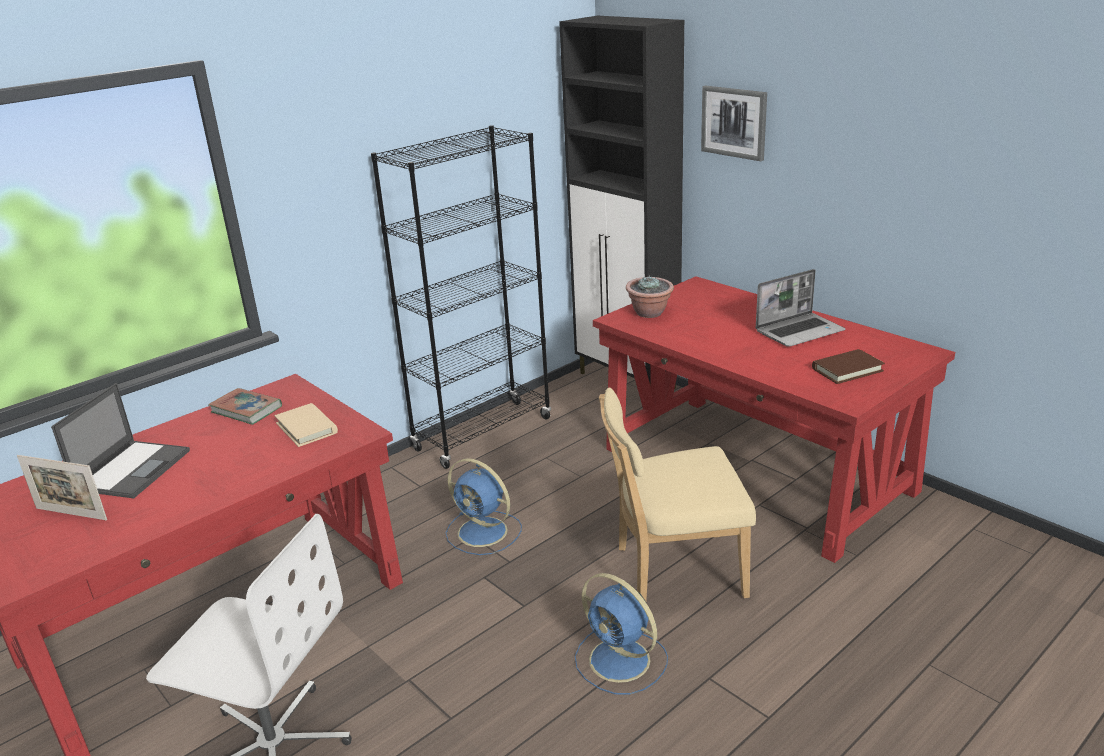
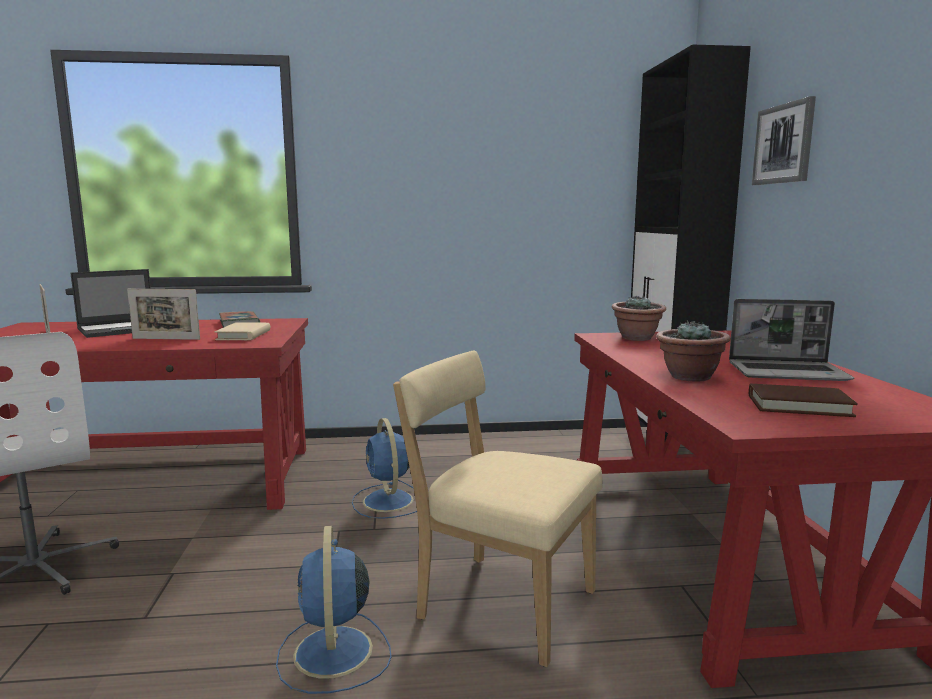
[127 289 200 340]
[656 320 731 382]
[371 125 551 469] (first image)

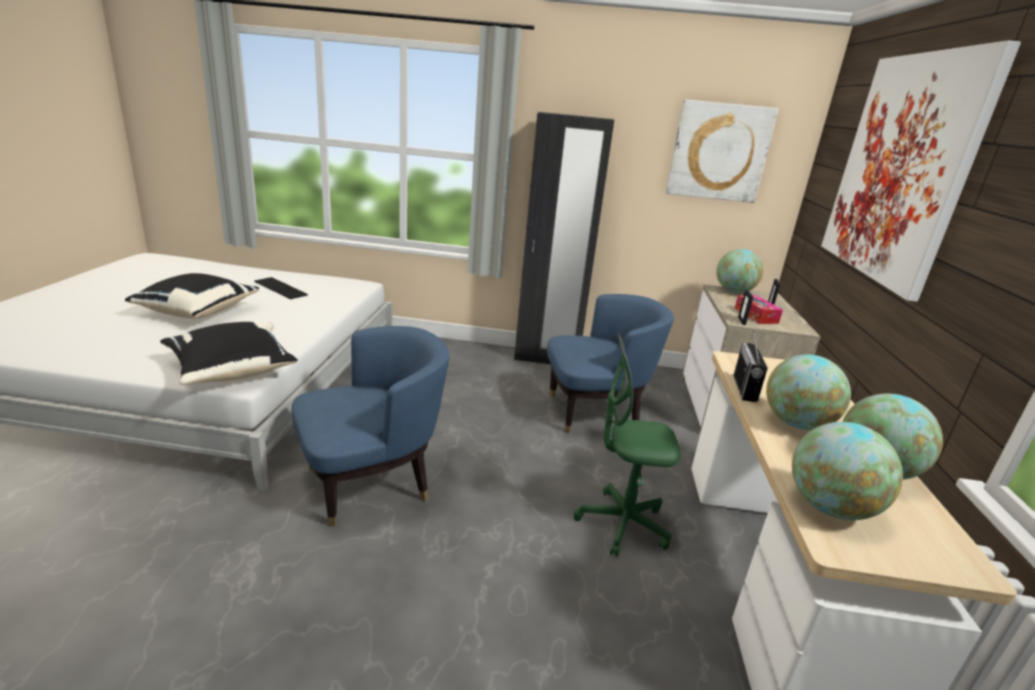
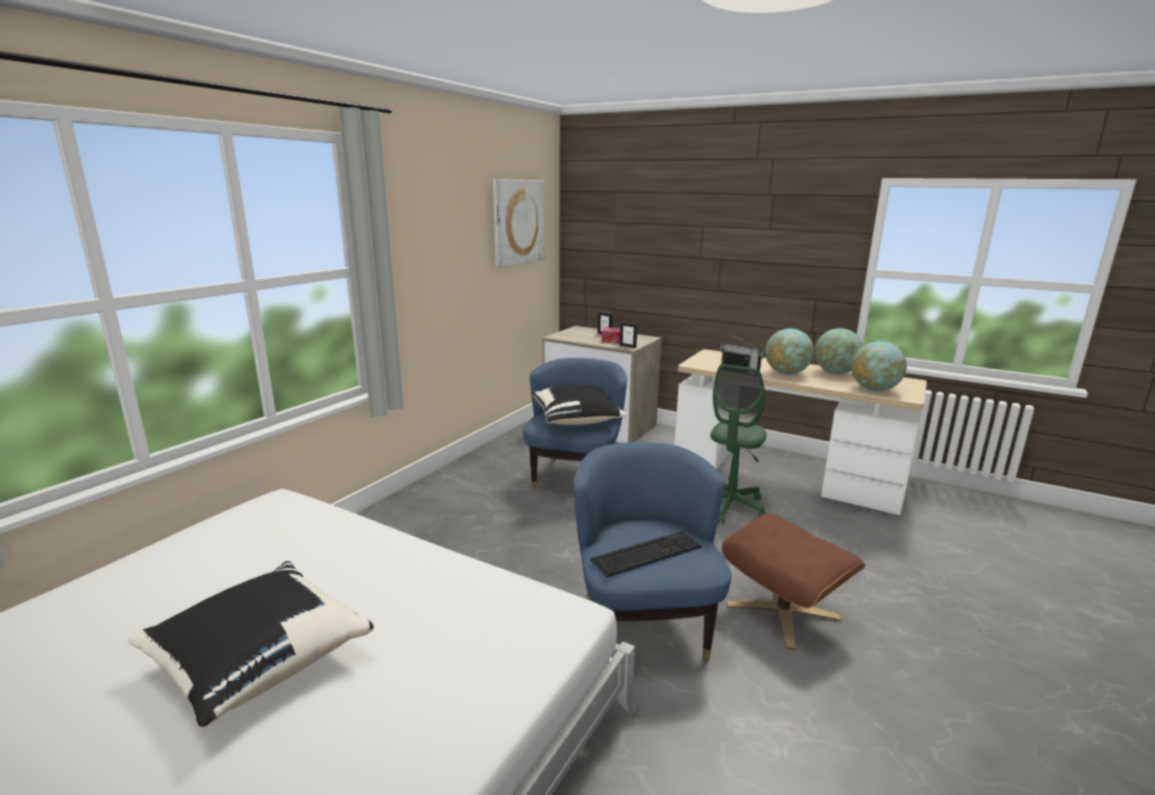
[533 384 626 425]
[590 531 701 578]
[722 513 865 650]
[514 112 614 364] (first image)
[716 249 763 293] (first image)
[821 40 1021 302] (first image)

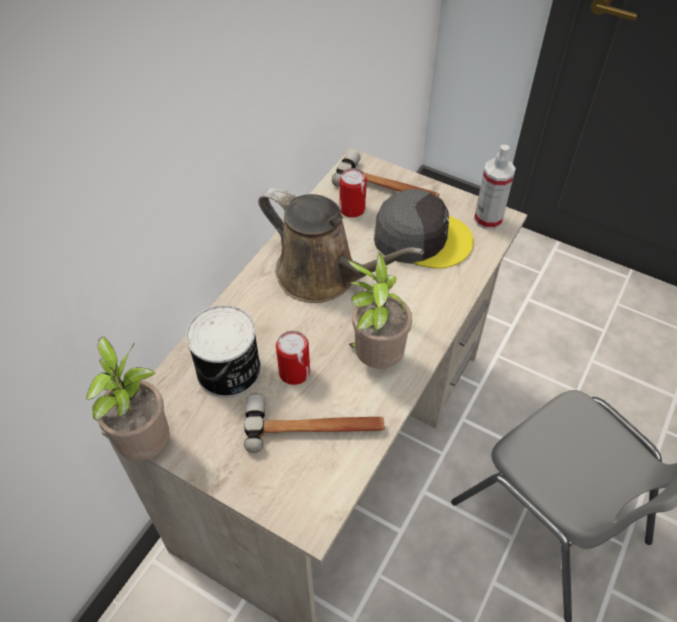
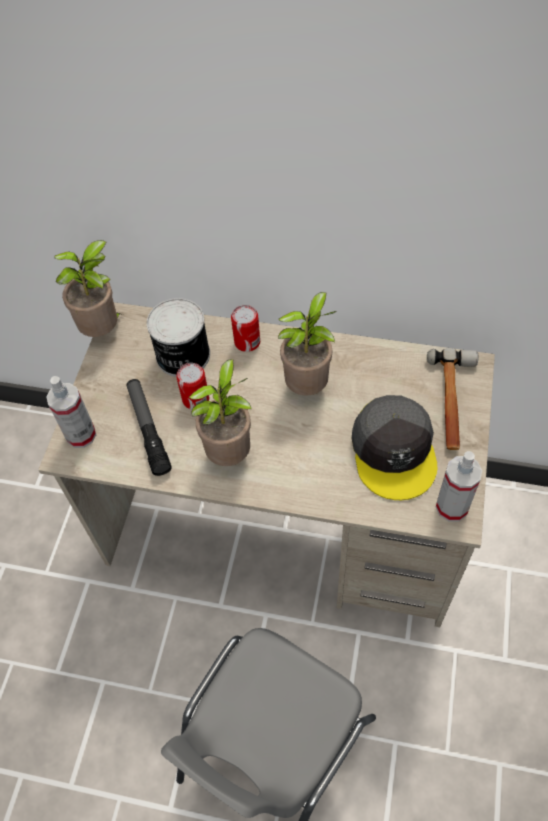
[46 376 96 448]
[126 379 172 476]
[231 305 260 352]
[278 292 336 396]

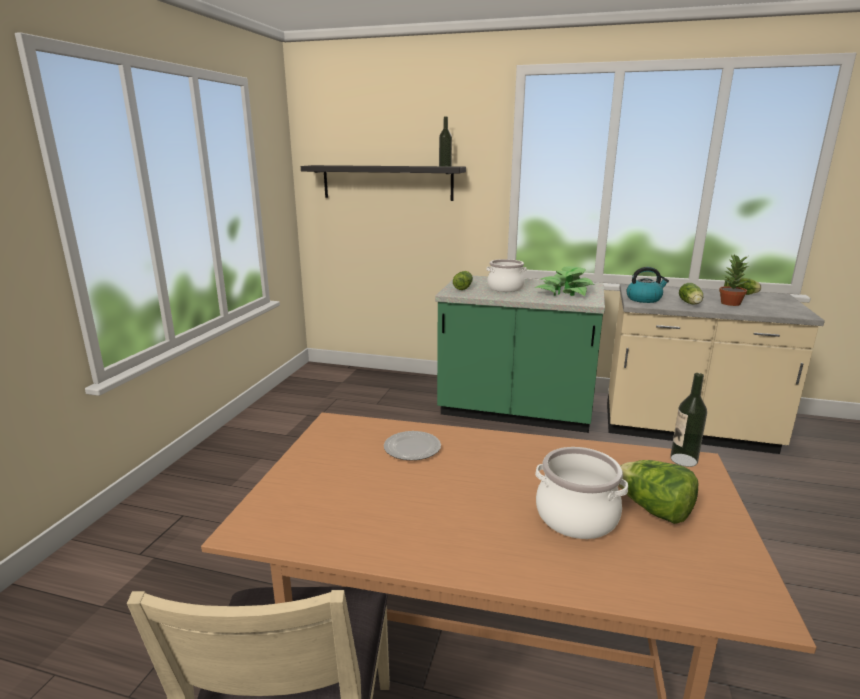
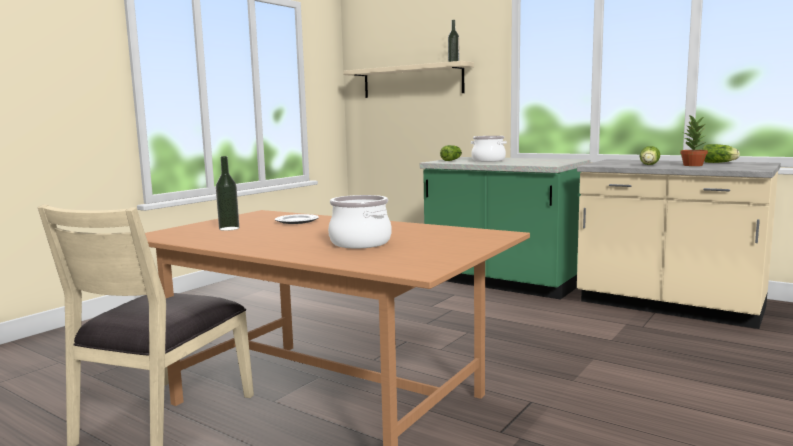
[216 156 239 231]
[343 61 474 98]
[535 266 596 296] (first image)
[618 460 698 524] (first image)
[626 267 669 303] (first image)

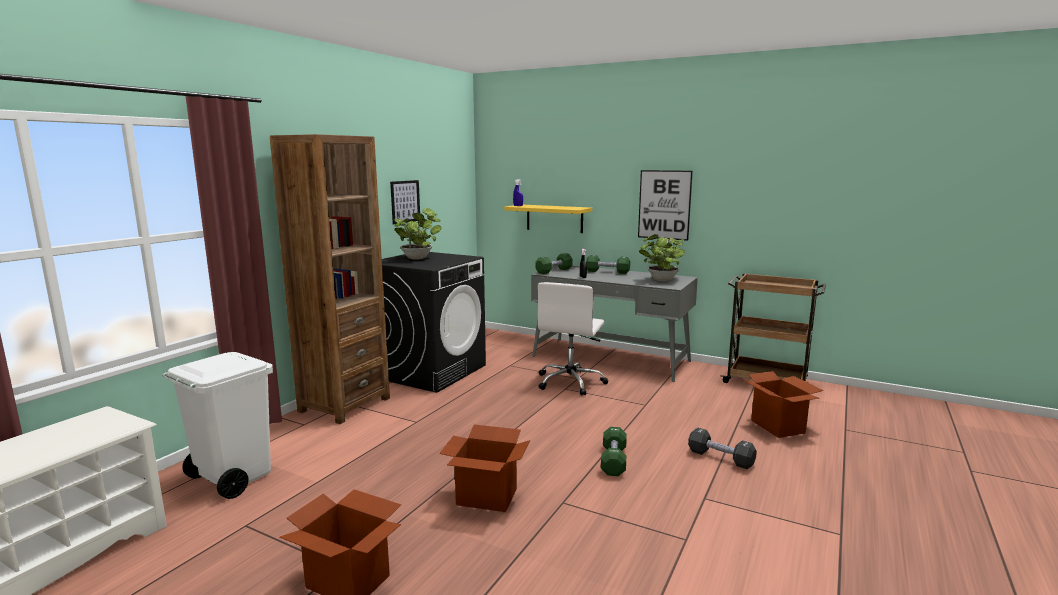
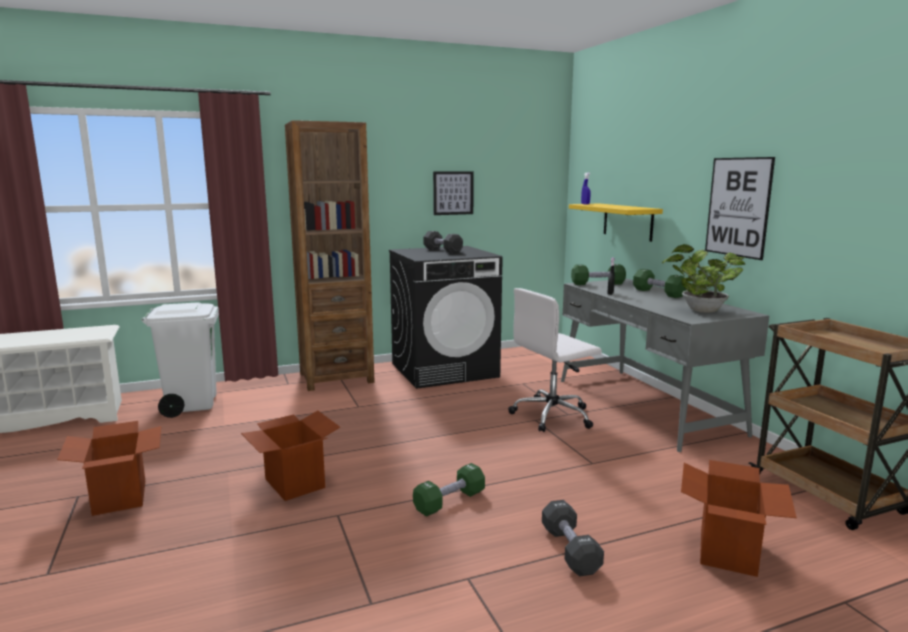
[423 231 463 253]

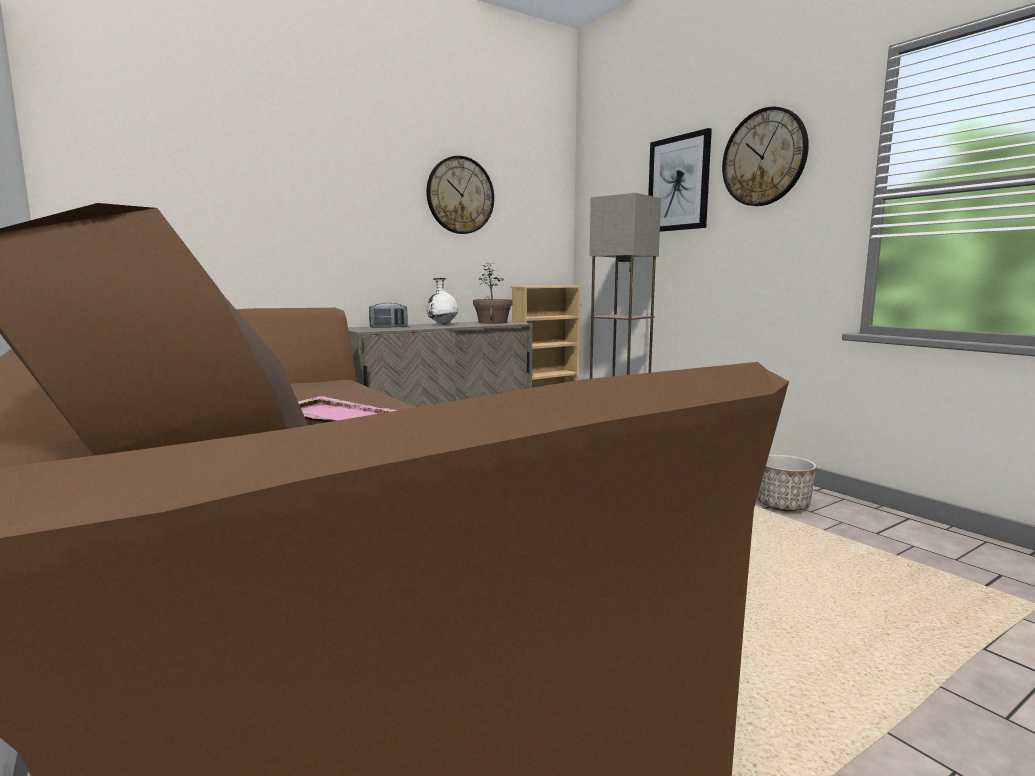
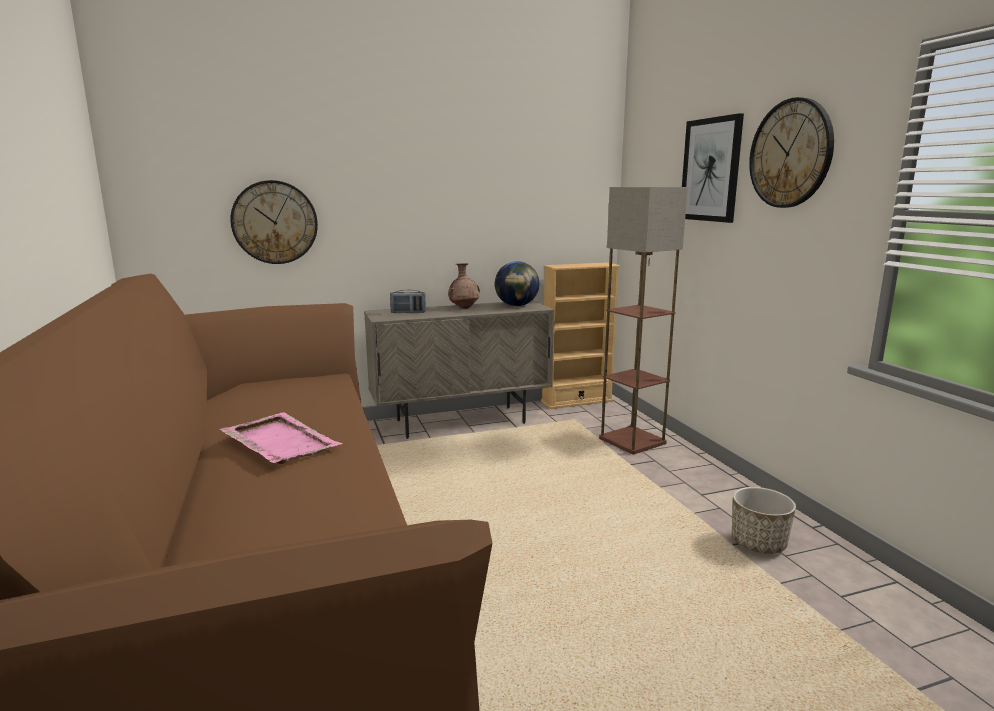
[230 180 318 264]
[448 263 480 309]
[495 261 539 306]

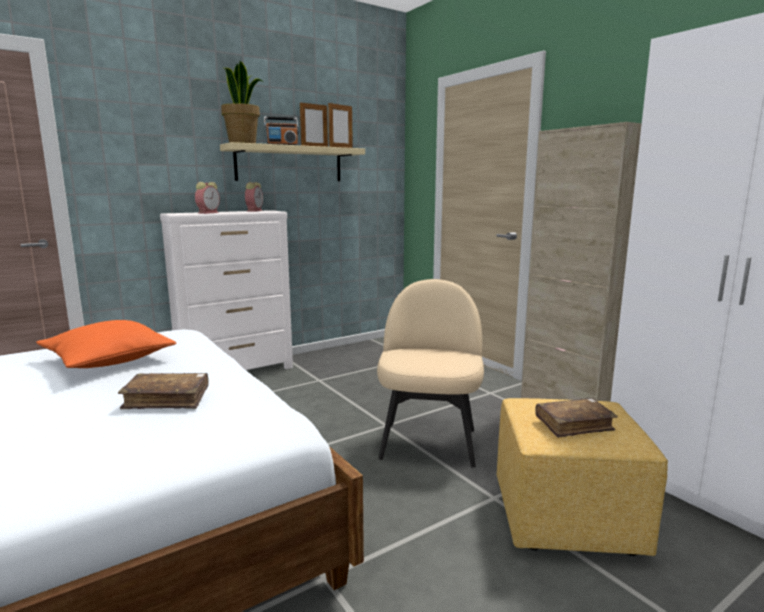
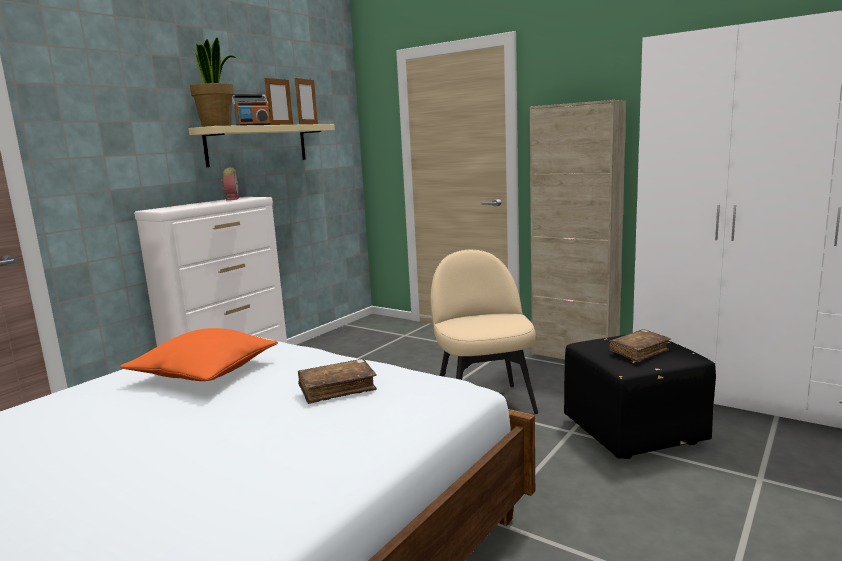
[564 335 716 459]
[195 182 220 214] (first image)

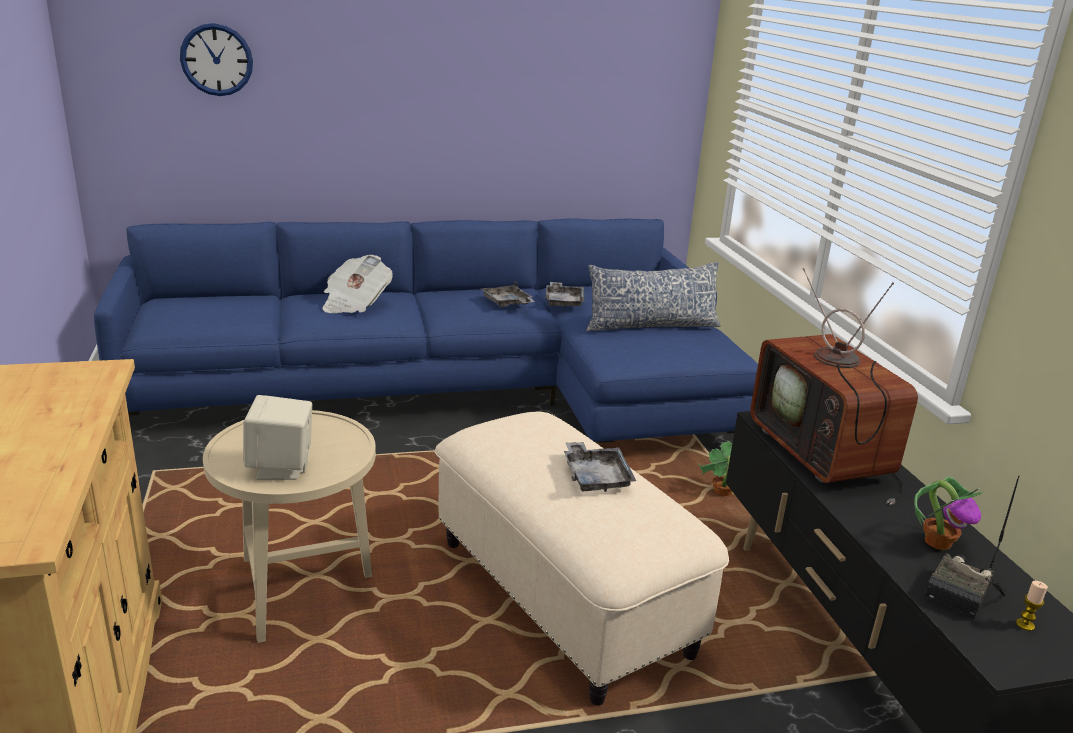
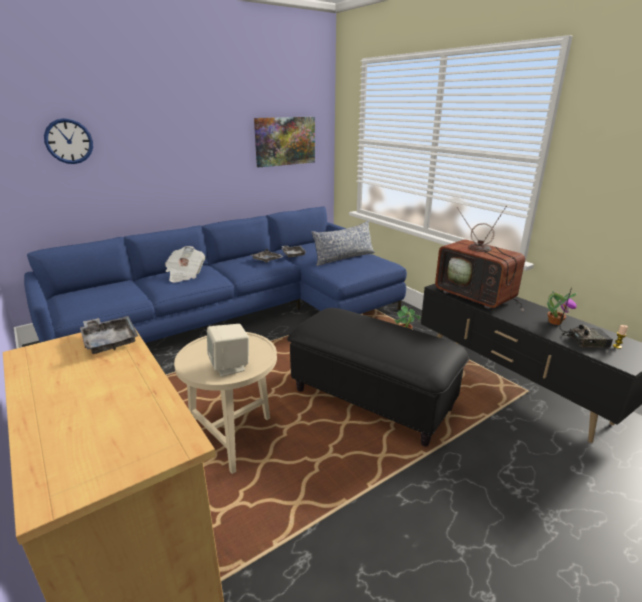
[80 316 138 354]
[254 117 315 167]
[287 308 469 446]
[560 287 613 348]

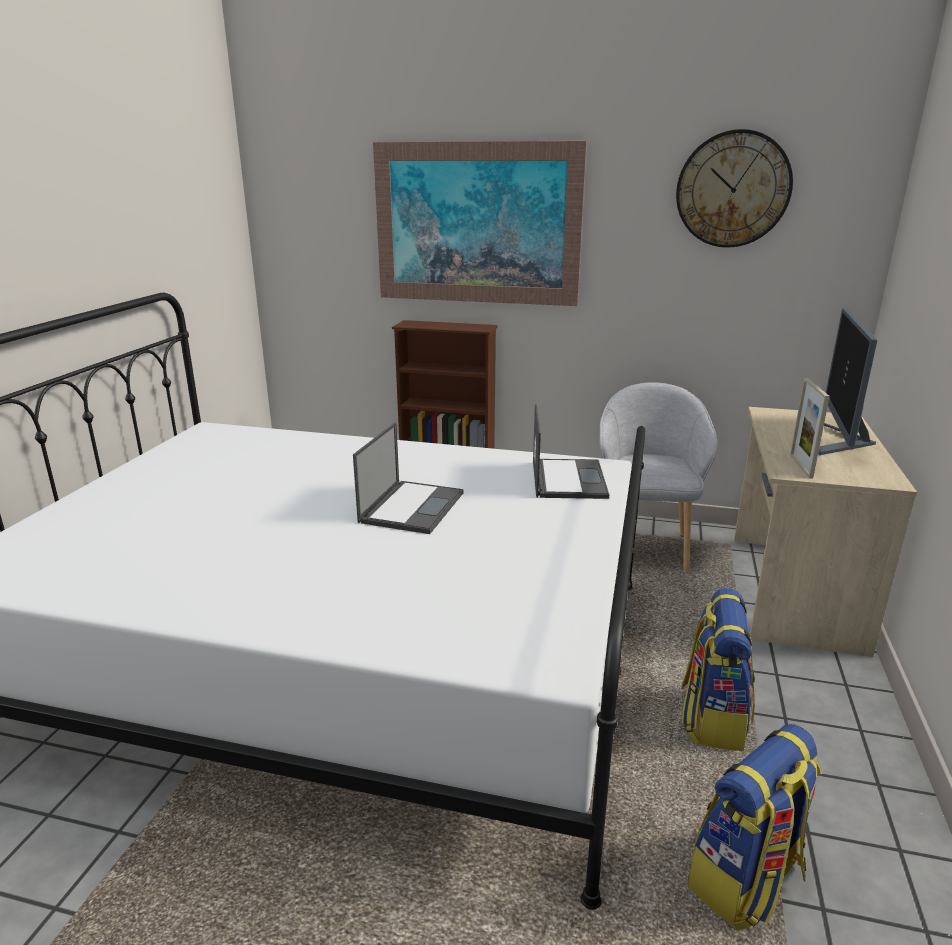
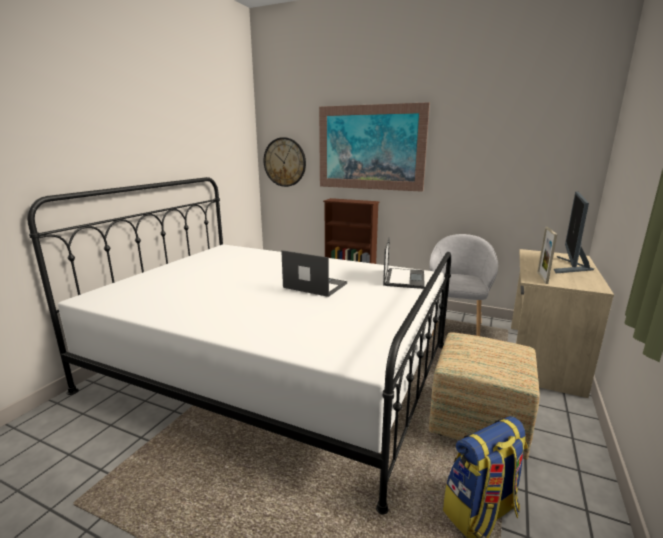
[263 137 306 187]
[281 250 347 297]
[429 332 540 460]

